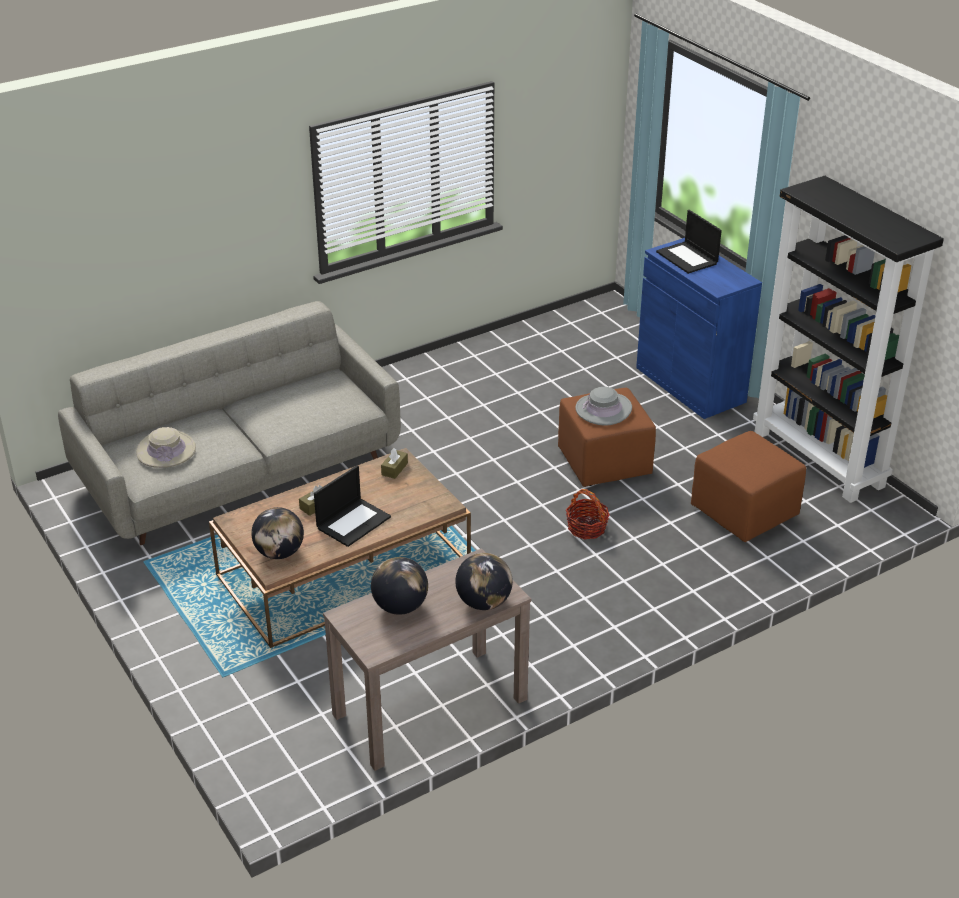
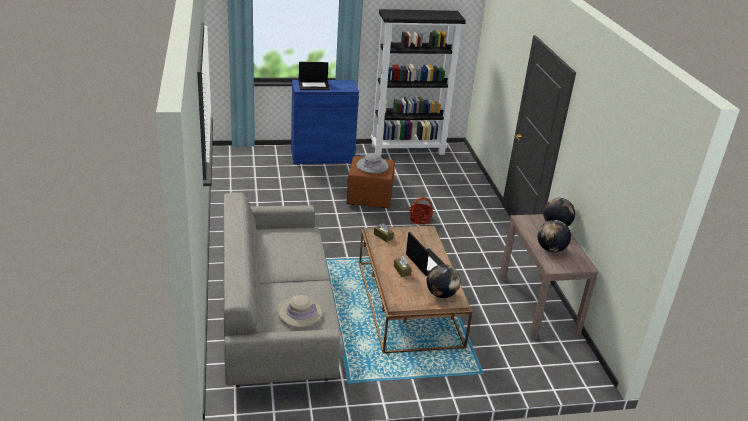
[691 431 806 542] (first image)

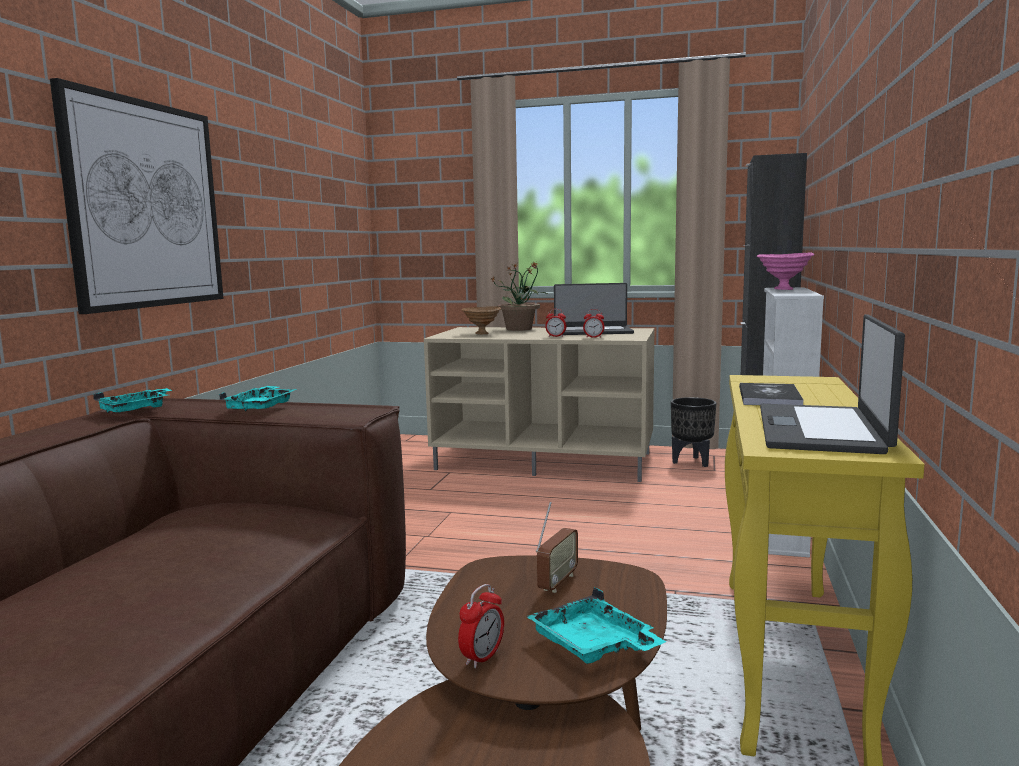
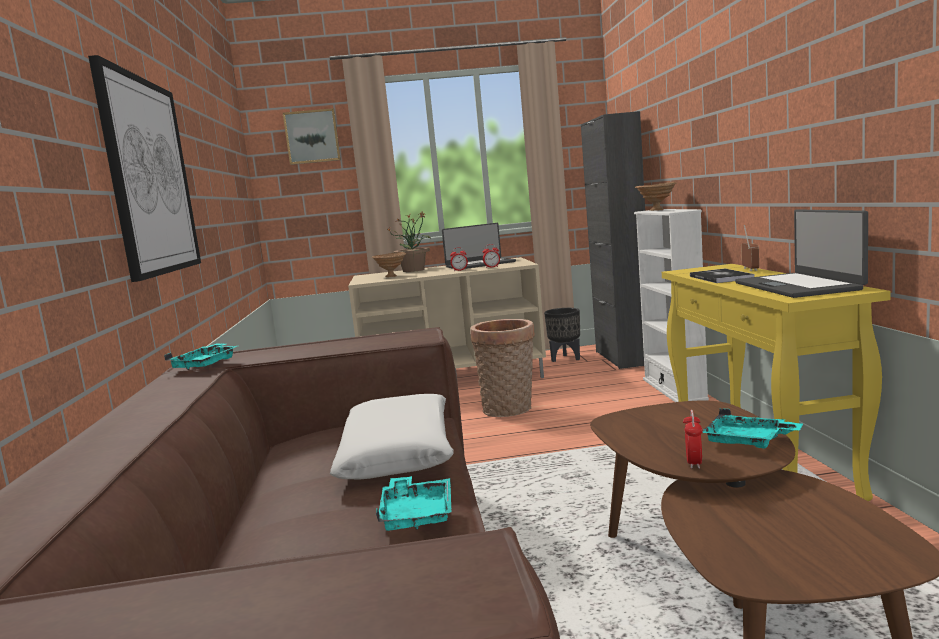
[283 108 341 165]
[330 394 454 479]
[376 476 452 531]
[470 319 535 417]
[635 182 677 211]
[741 225 759 271]

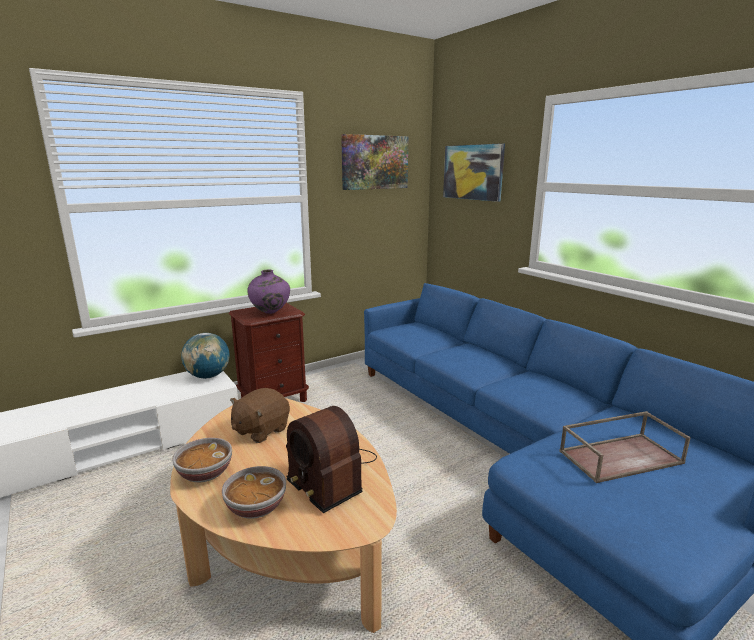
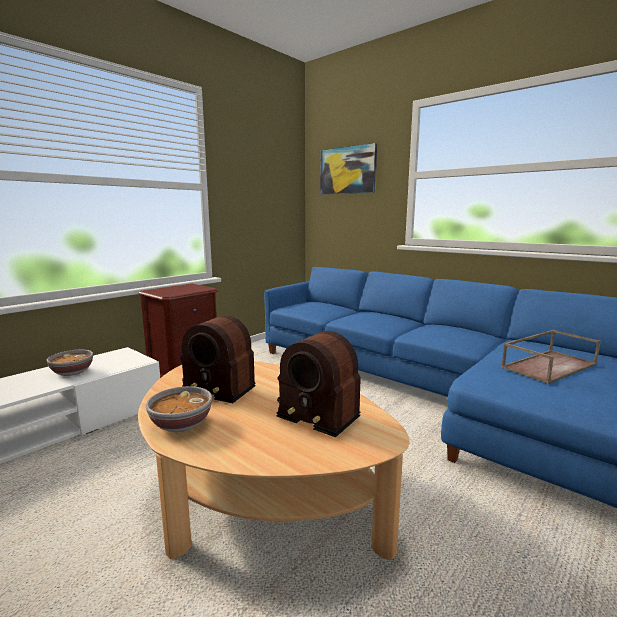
[47 350 93 376]
[180 315 256 403]
[181 333 230 379] (first image)
[247 269 290 314] (first image)
[341 134 409 190] (first image)

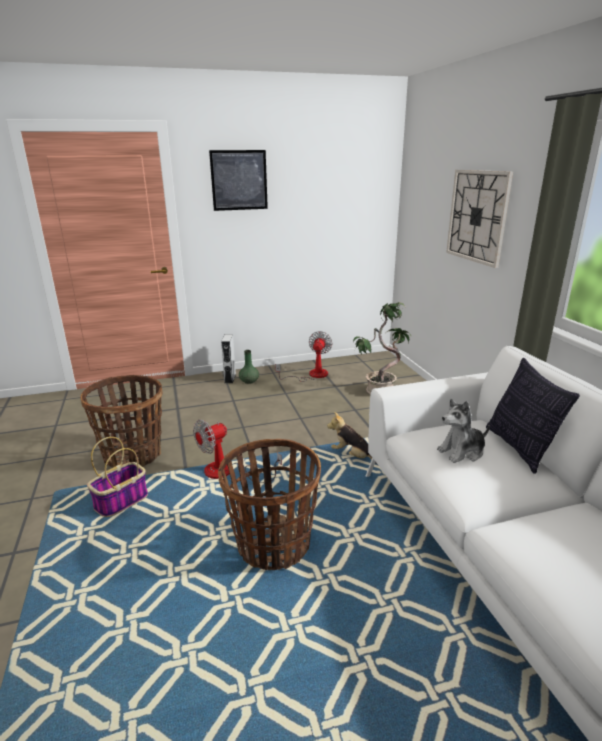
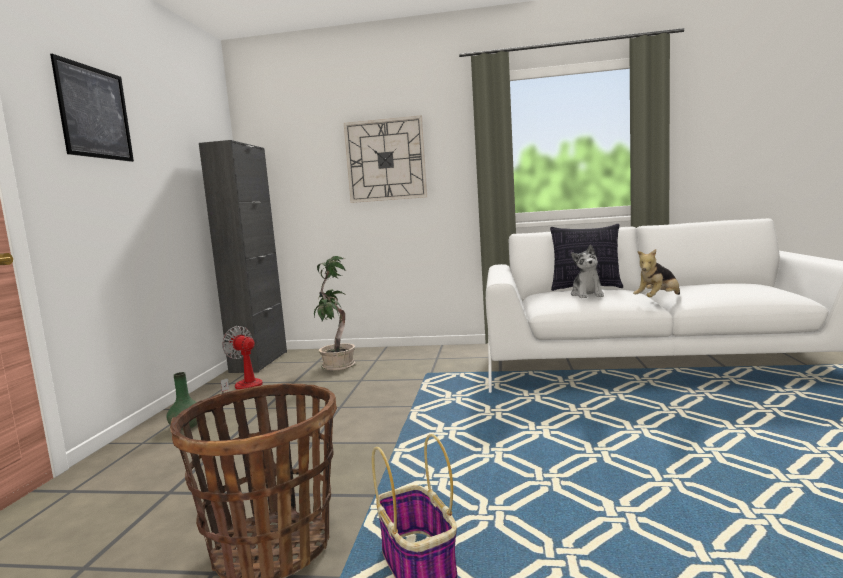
[199 140 287 373]
[633 249 680 297]
[193 420 282 483] (first image)
[218 439 321 570] (first image)
[221 334 236 383] (first image)

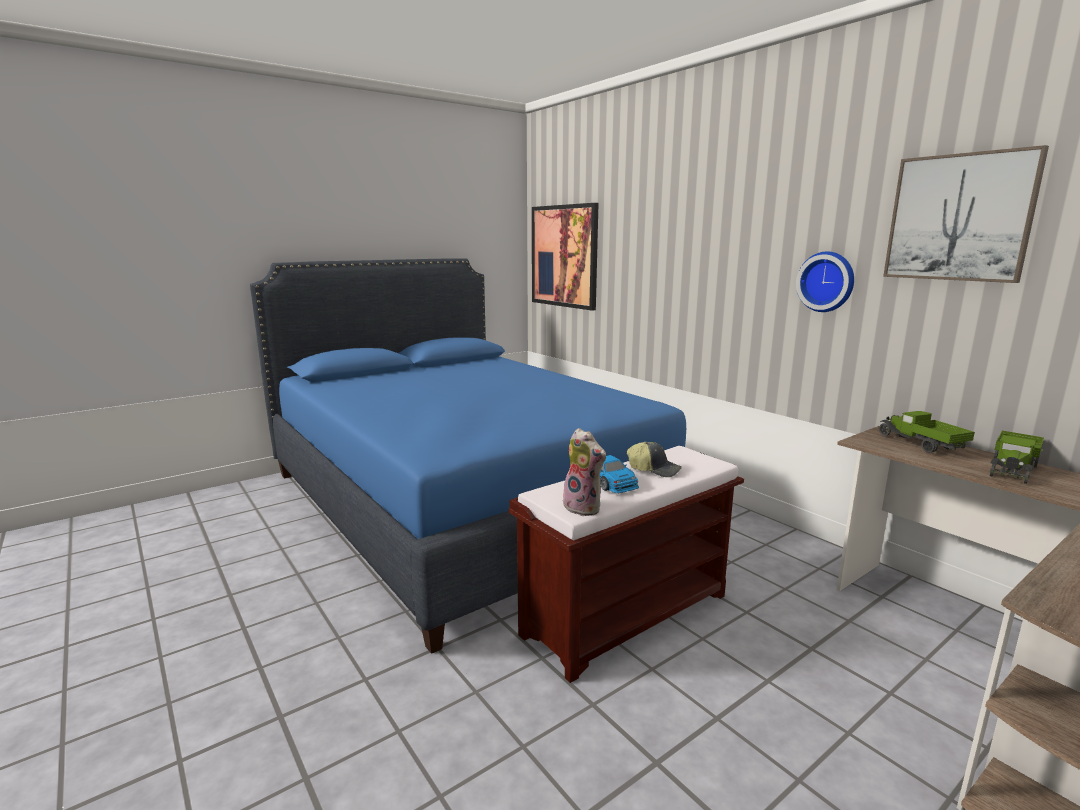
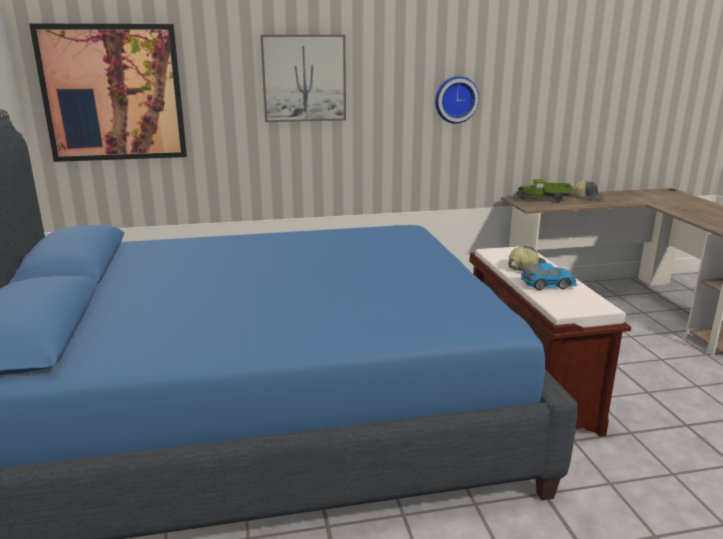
[260 35 346 122]
[574 180 606 201]
[563 428 606 516] (first image)

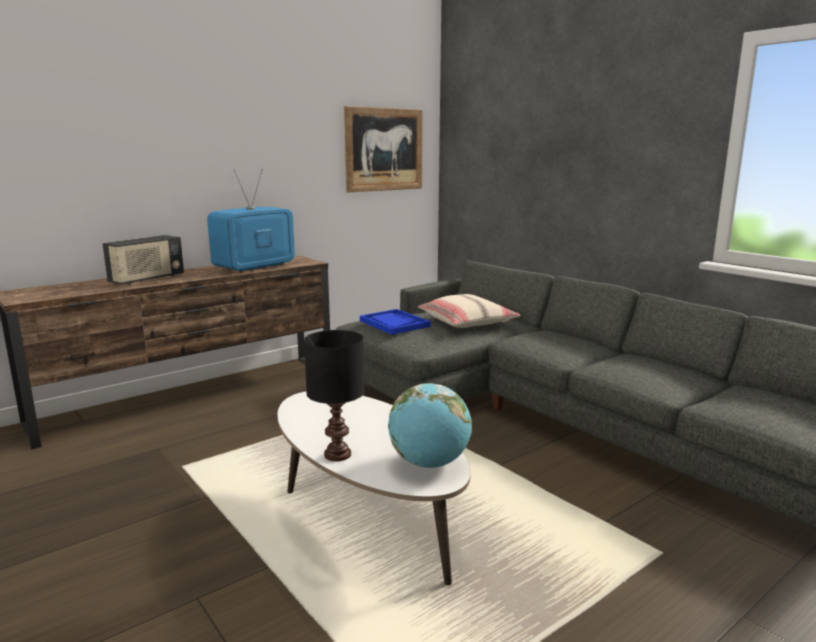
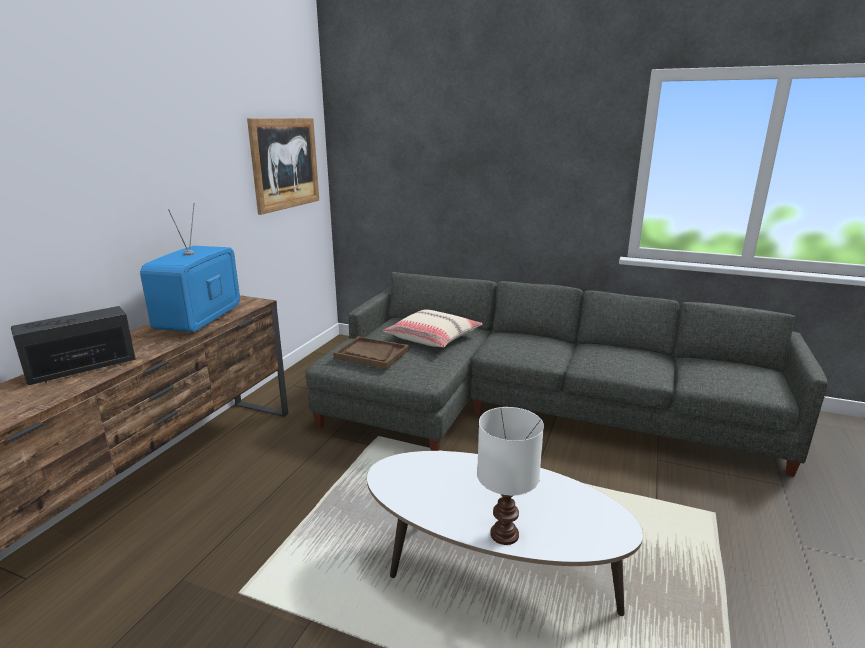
[11 306 136 385]
[333 336 409 369]
[477 407 544 545]
[388 383 472 468] (first image)

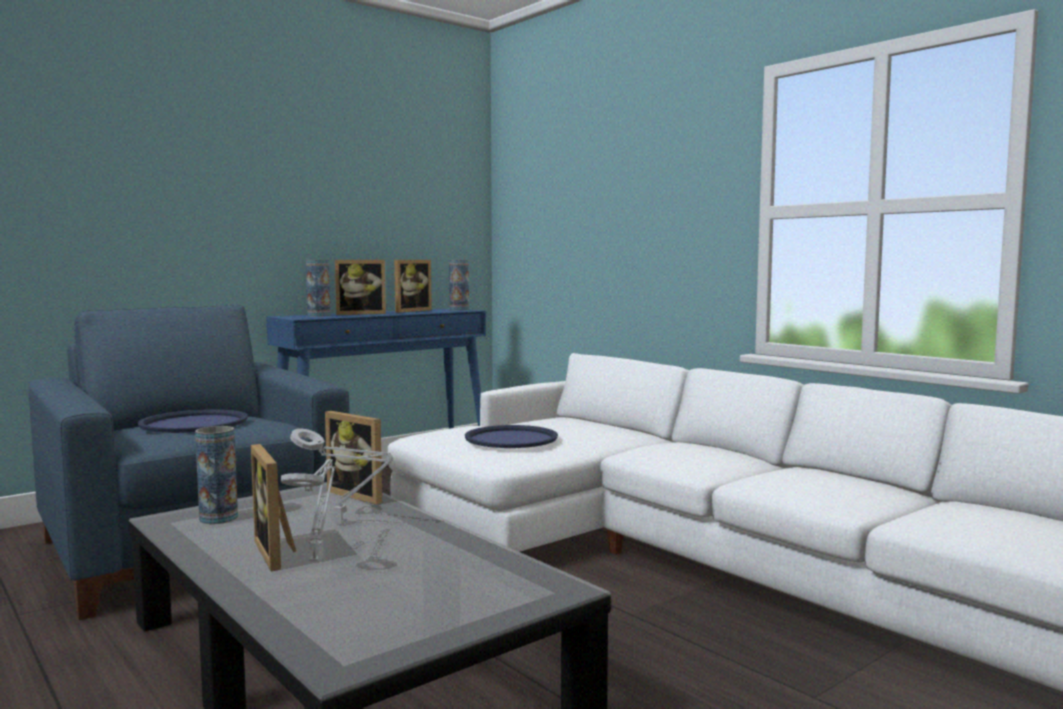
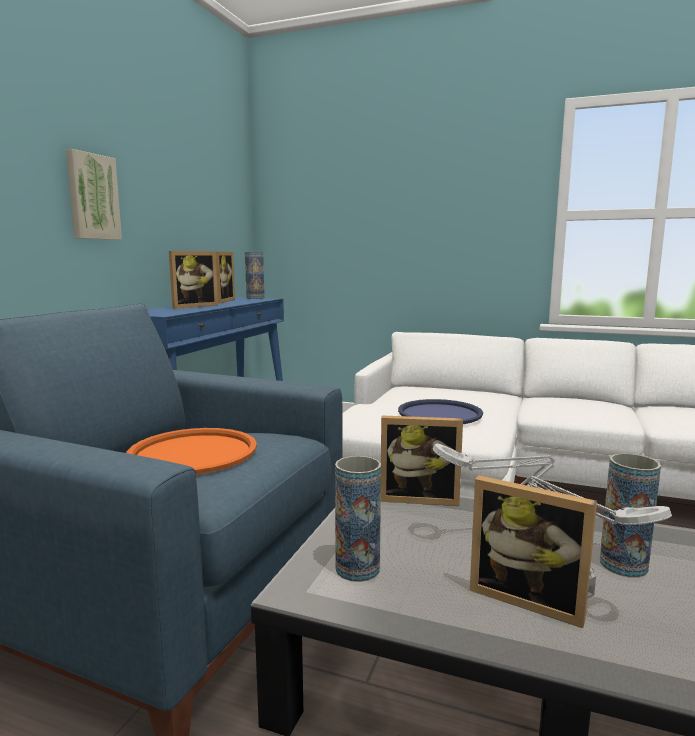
[66 149 122 240]
[126 428 257 474]
[600 453 661 577]

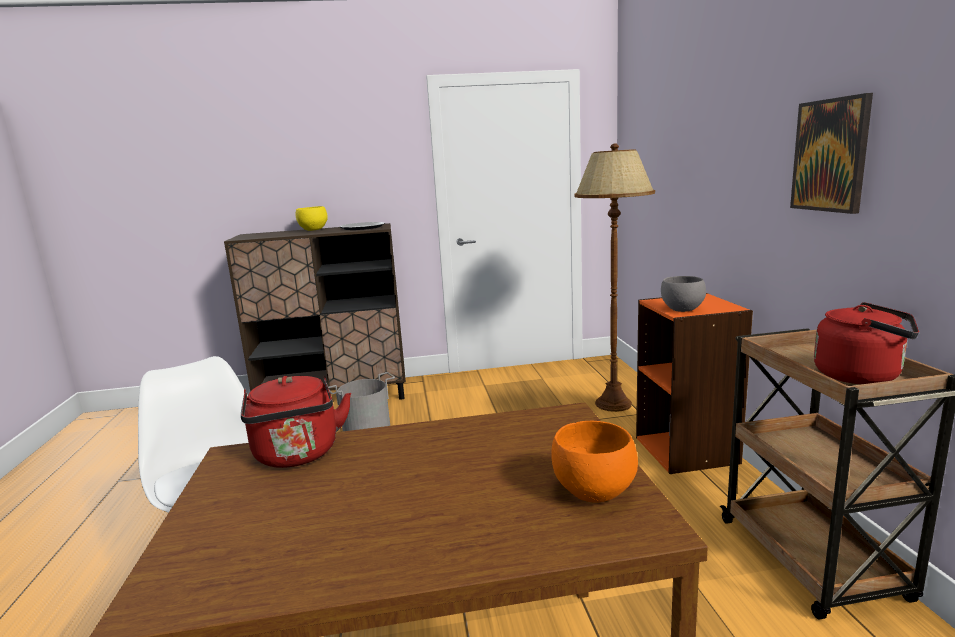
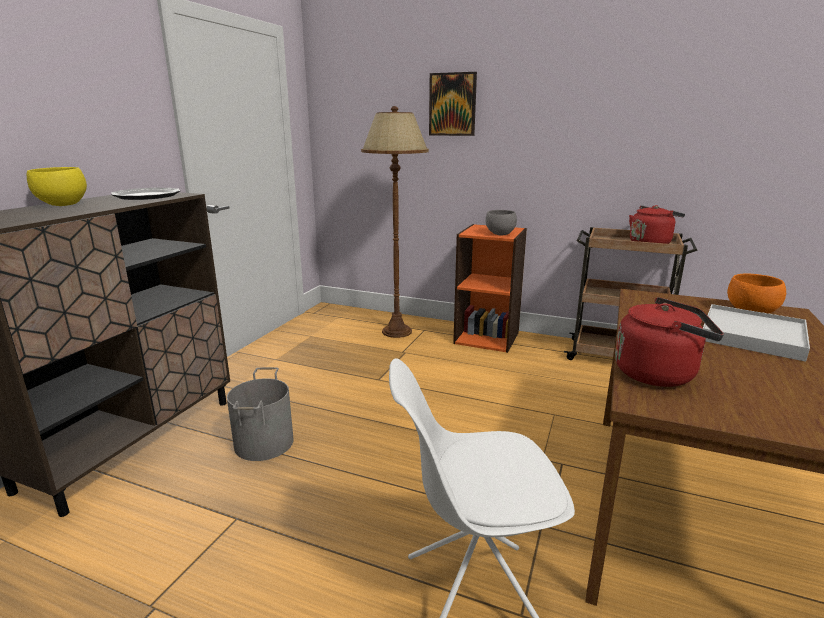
[429 72 477 136]
[703 304 810 362]

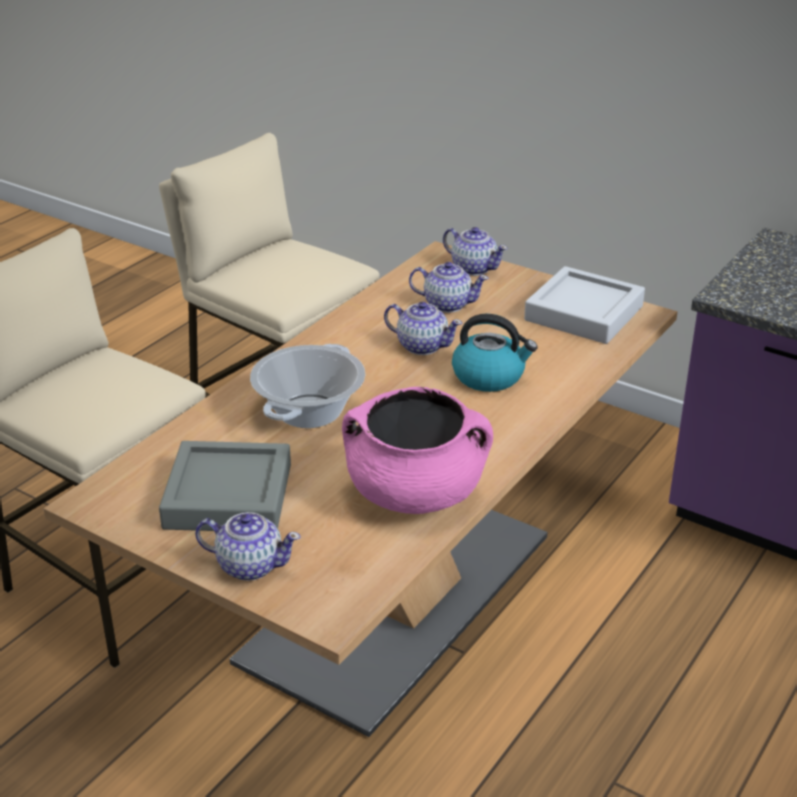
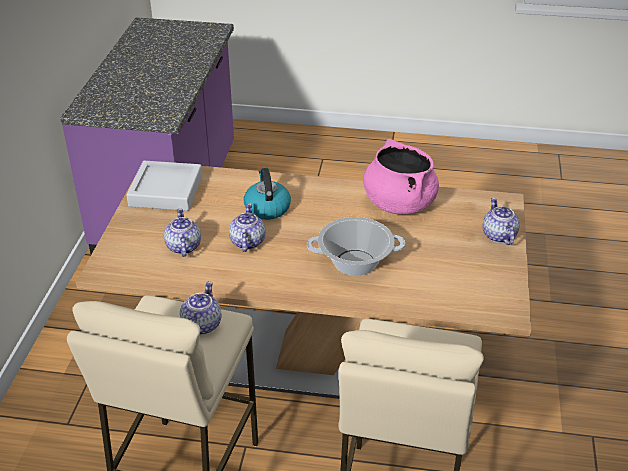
[180 281 222 335]
[159 441 291 531] (first image)

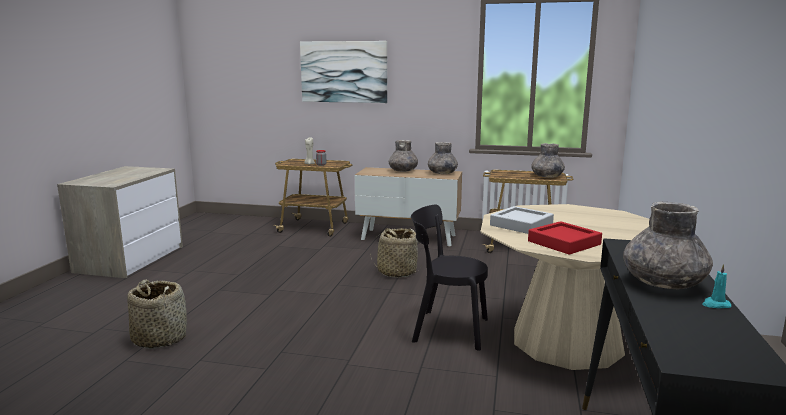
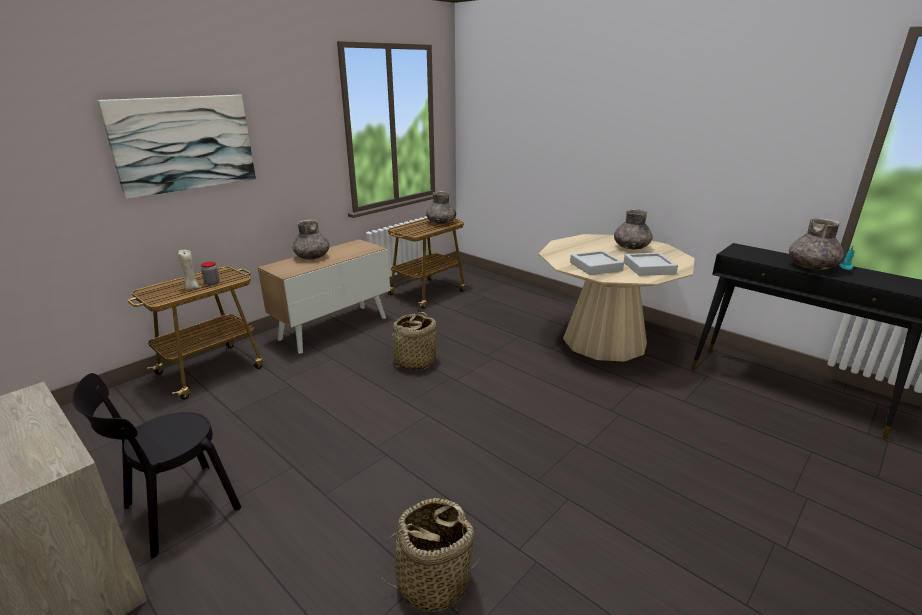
[72 373 241 558]
[614 209 653 249]
[624 253 678 276]

